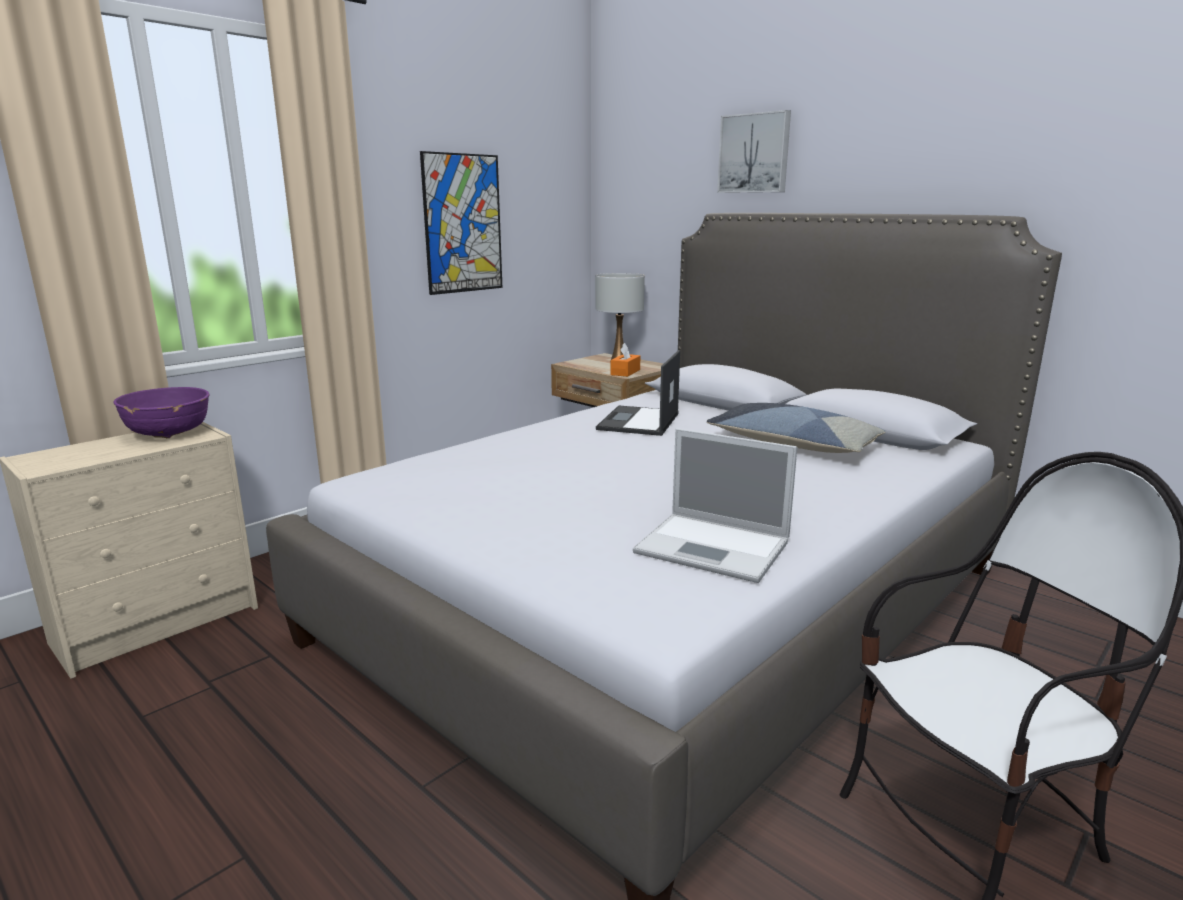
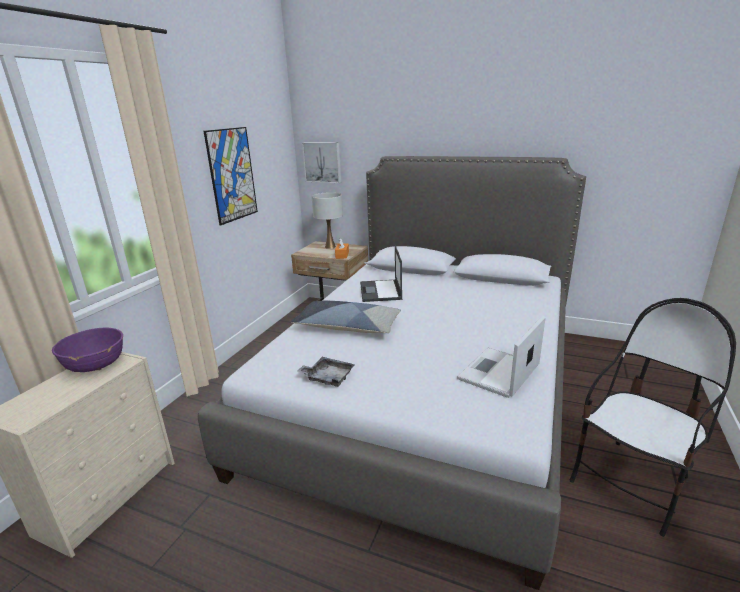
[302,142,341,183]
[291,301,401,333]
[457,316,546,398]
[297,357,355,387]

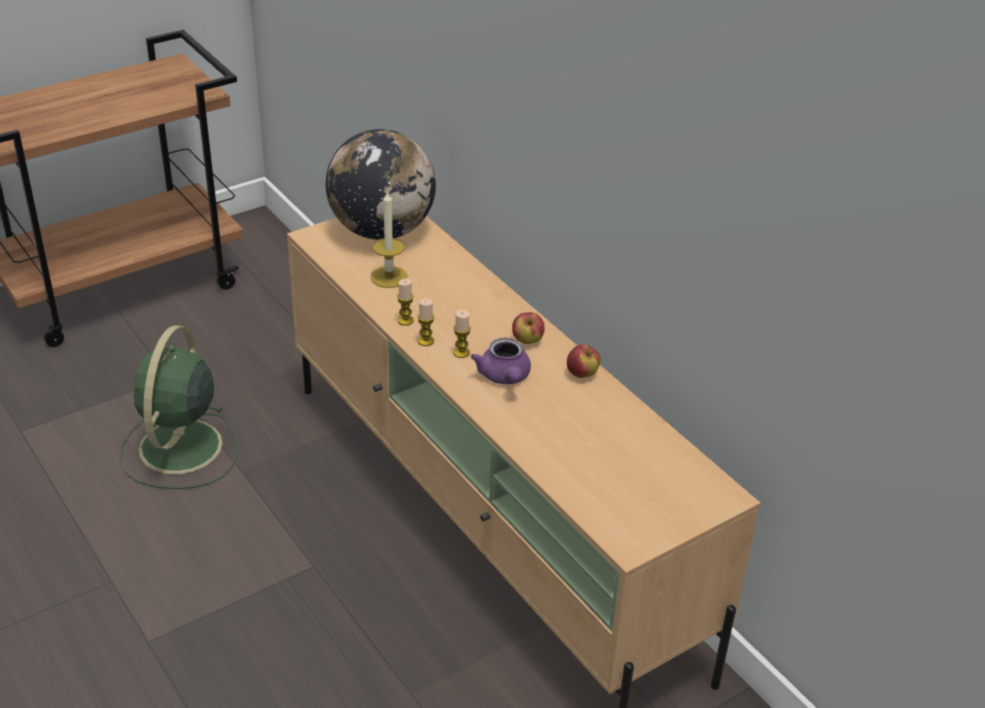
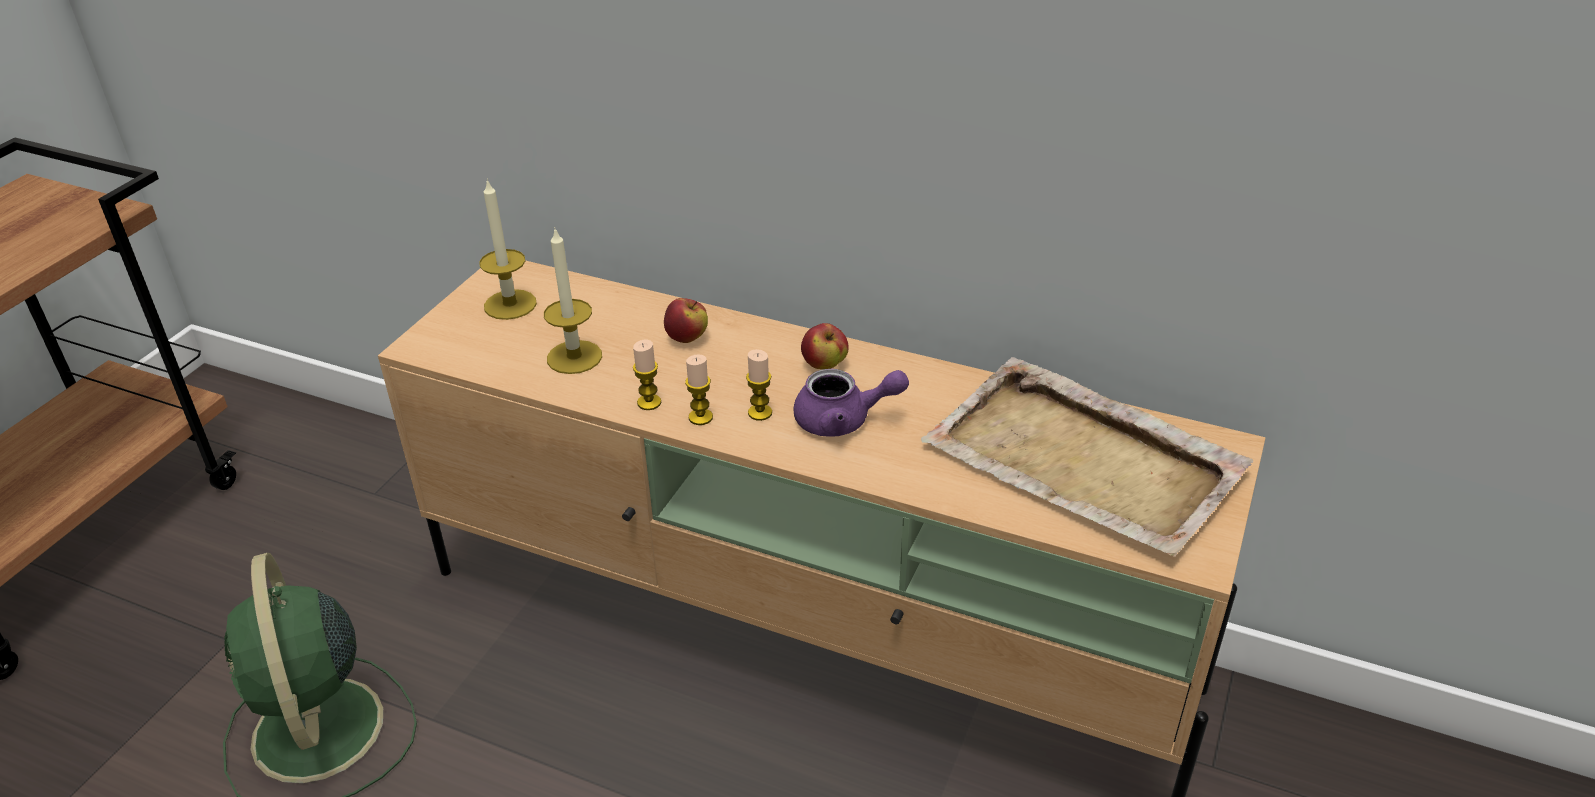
[479,179,537,320]
[793,369,909,437]
[664,298,708,343]
[921,357,1253,557]

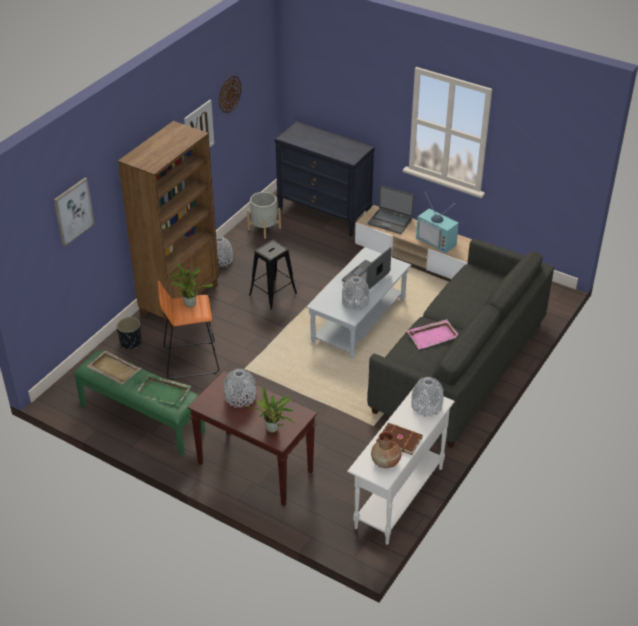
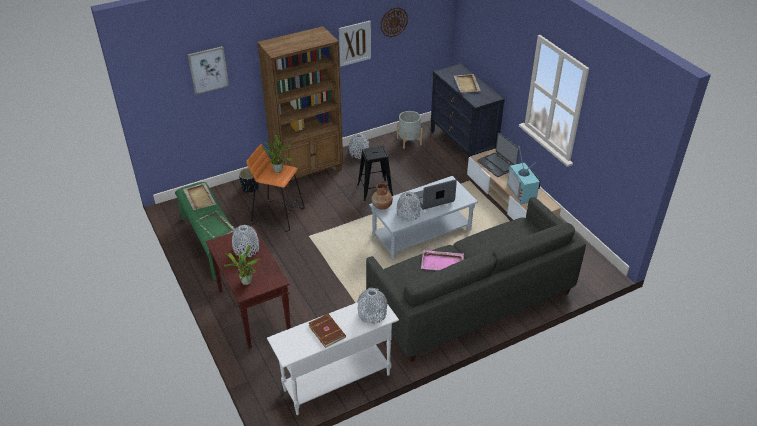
[371,183,393,210]
[454,74,481,92]

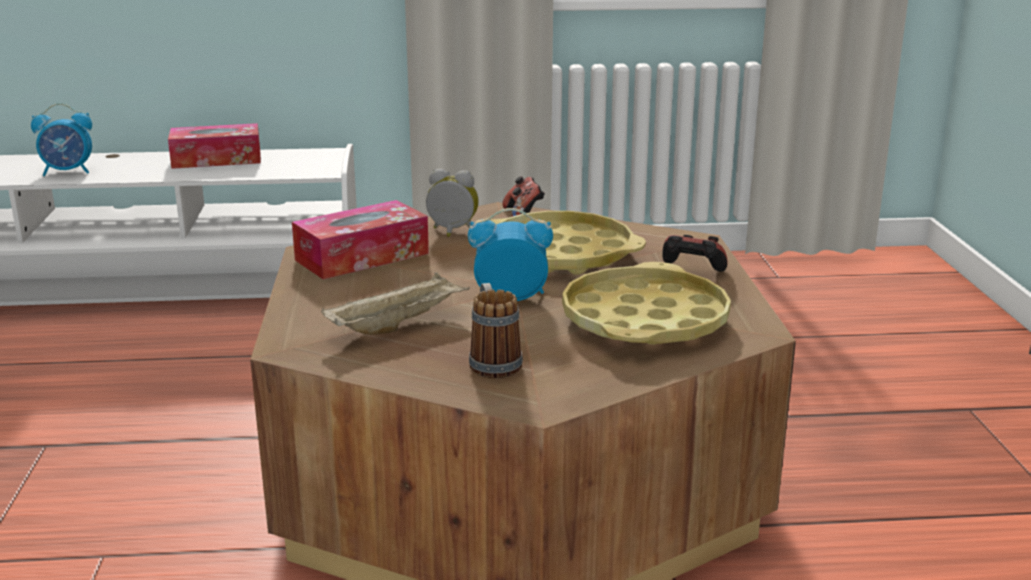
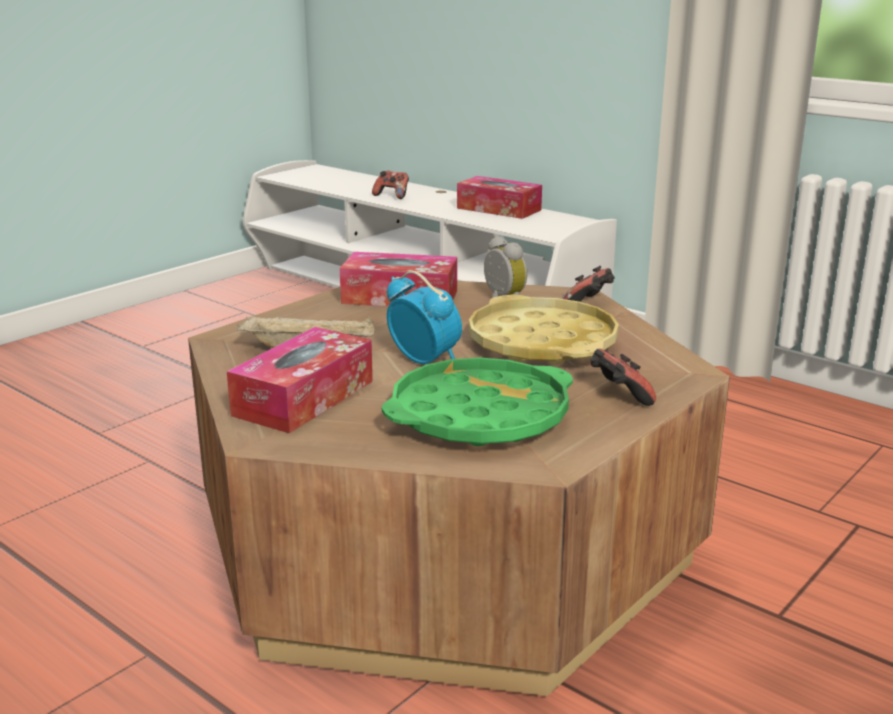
[372,171,409,199]
[382,357,573,446]
[227,327,373,434]

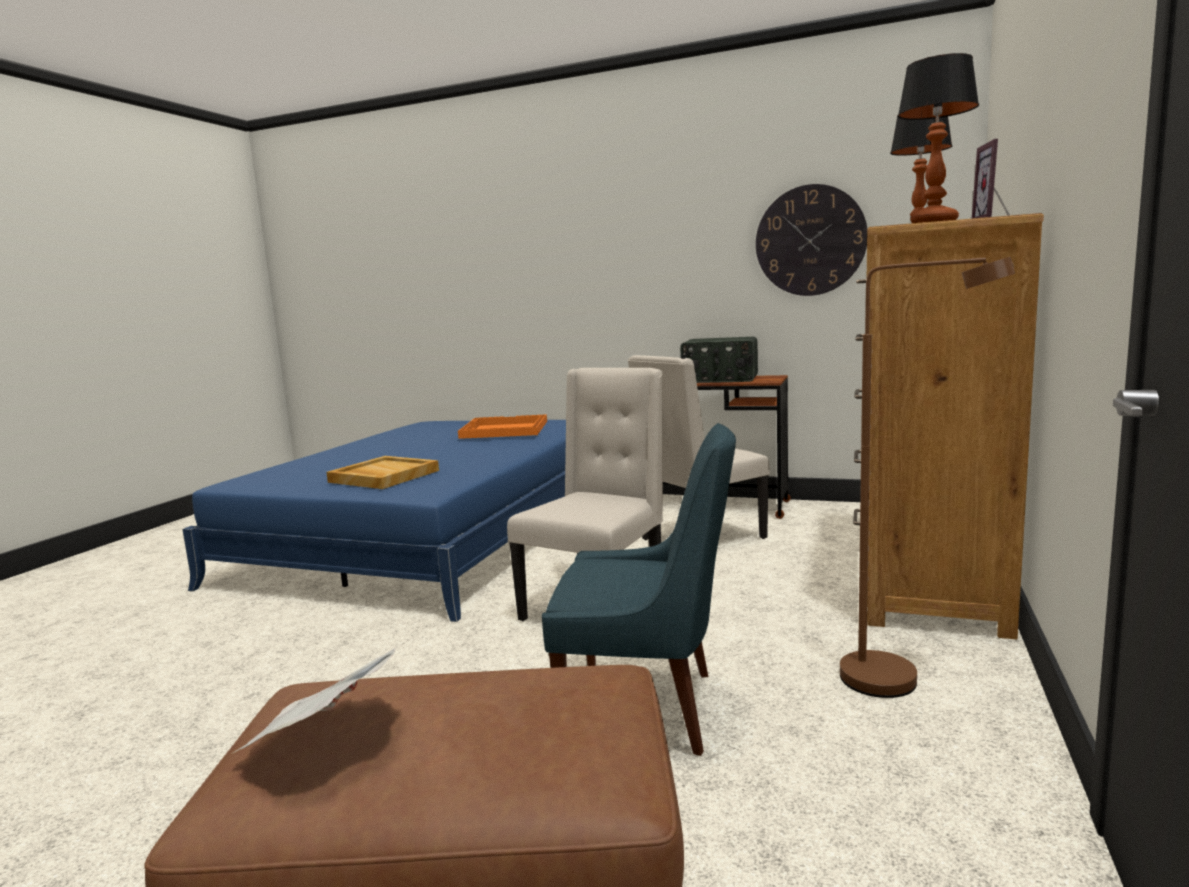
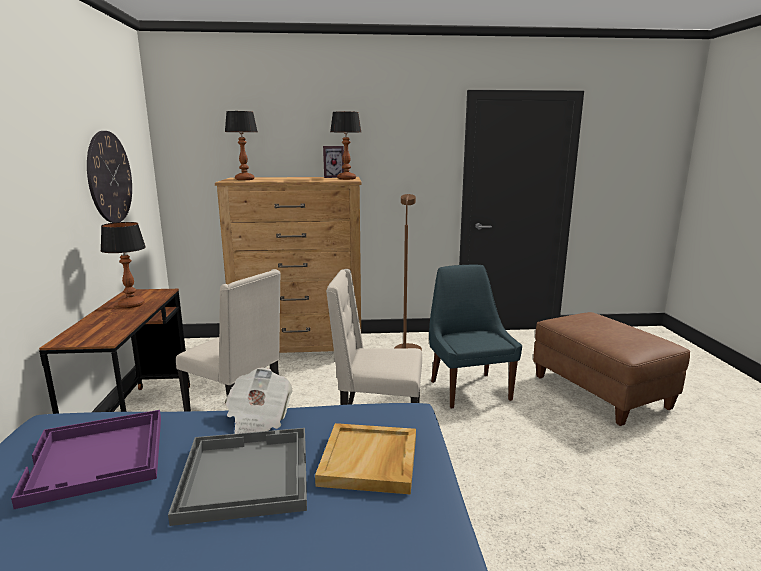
[100,222,146,308]
[11,410,161,509]
[225,368,293,434]
[168,428,307,526]

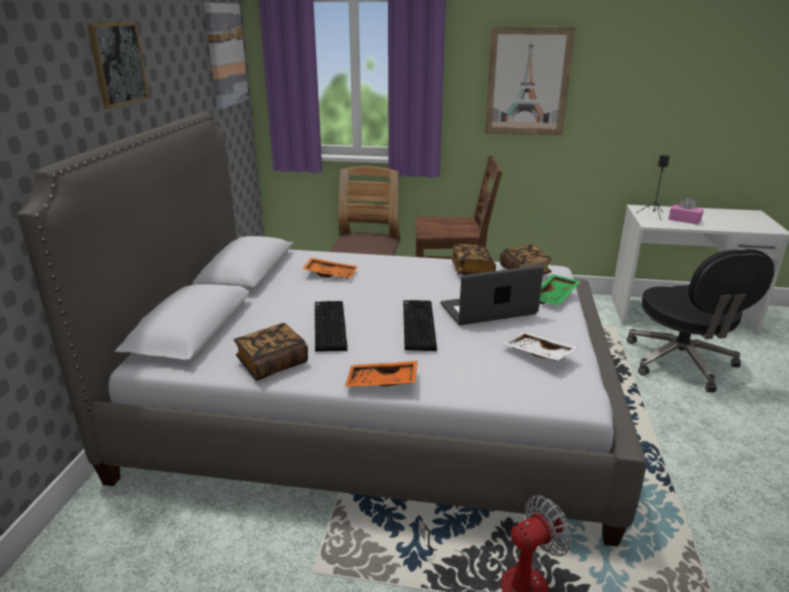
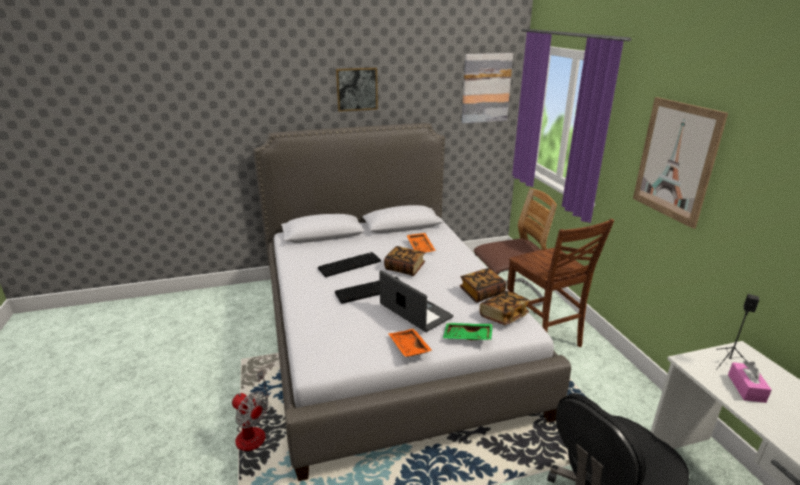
[384,246,425,276]
[503,332,579,361] (first image)
[388,329,432,357]

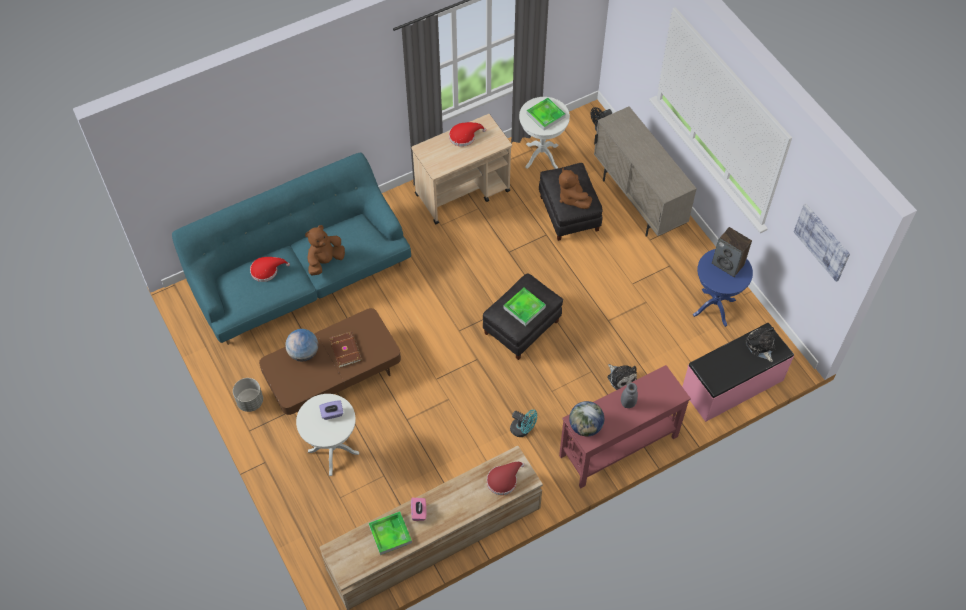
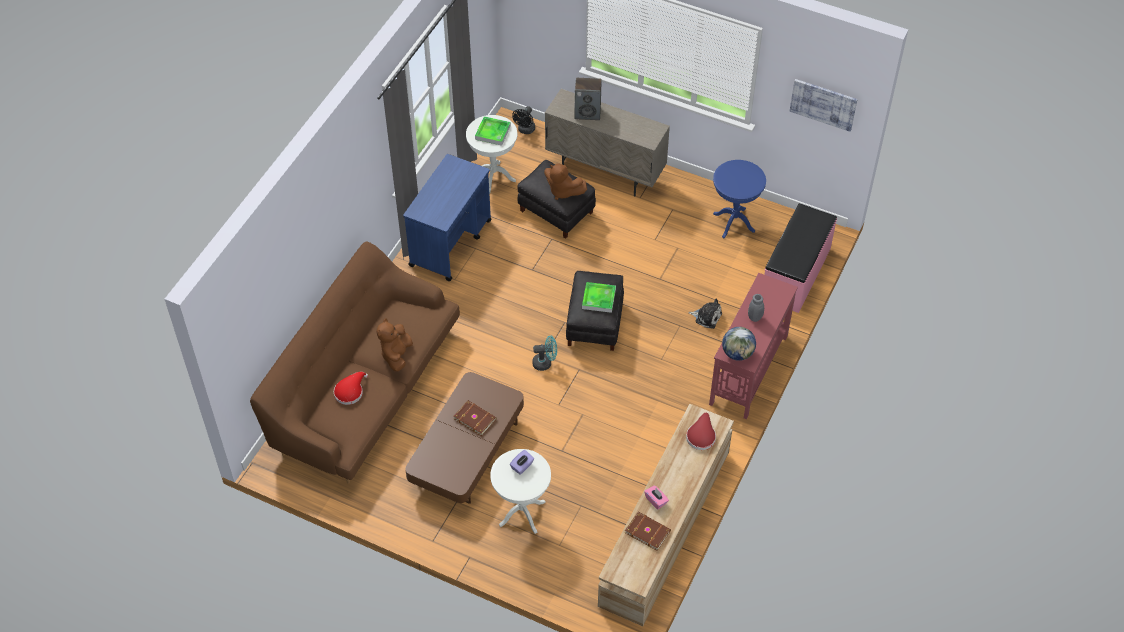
[403,154,492,281]
[449,122,486,147] (first image)
[250,242,460,484]
[575,78,602,120]
[746,327,776,362] (first image)
[285,329,318,361] (first image)
[233,378,263,412] (first image)
[532,335,557,371]
[625,512,671,551]

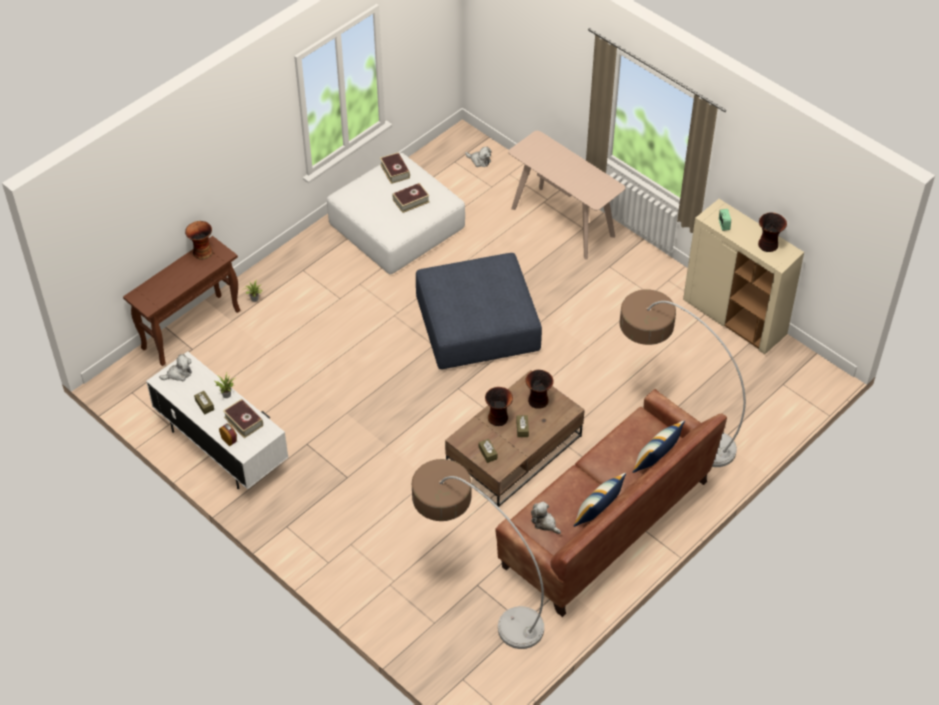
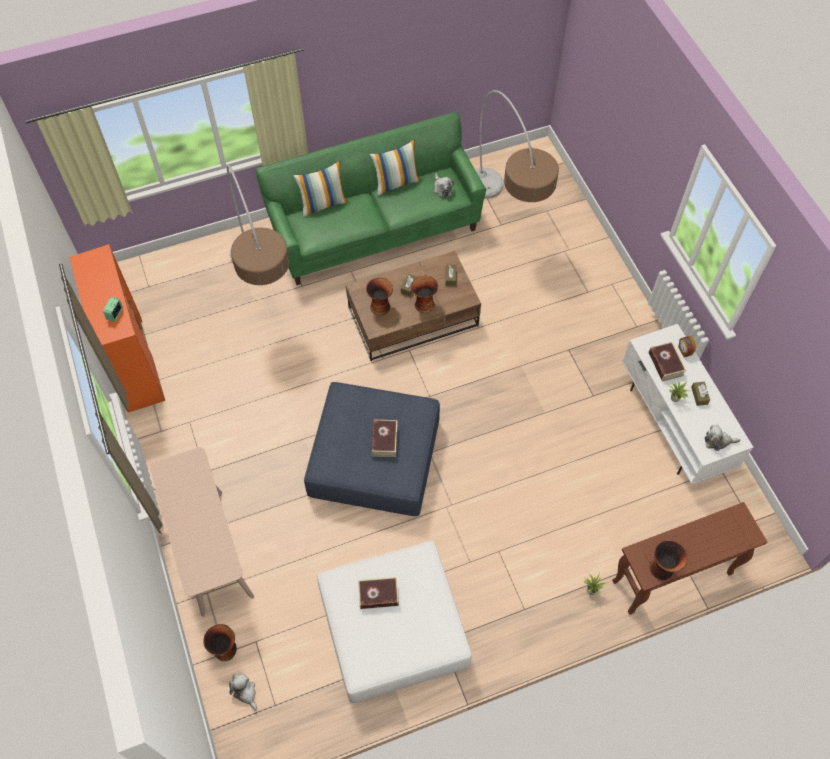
[371,419,398,457]
[69,244,165,413]
[203,624,237,661]
[256,112,486,285]

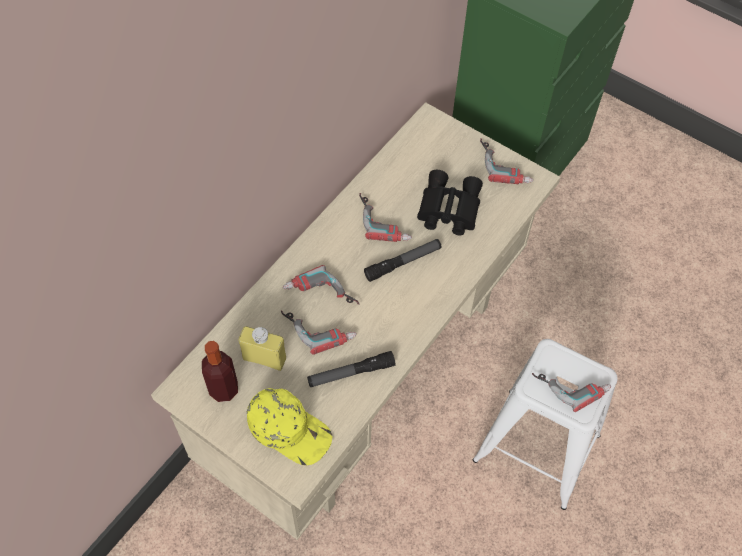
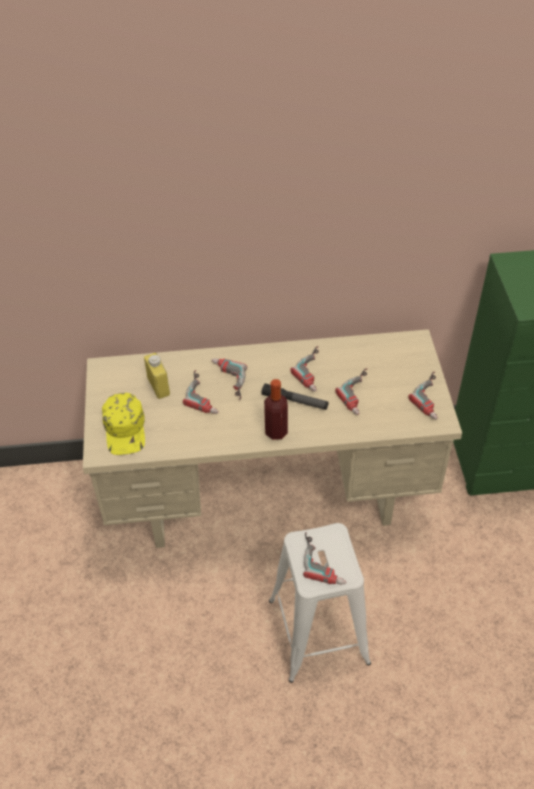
[335,368,367,415]
[264,379,288,440]
[307,351,395,387] (first image)

